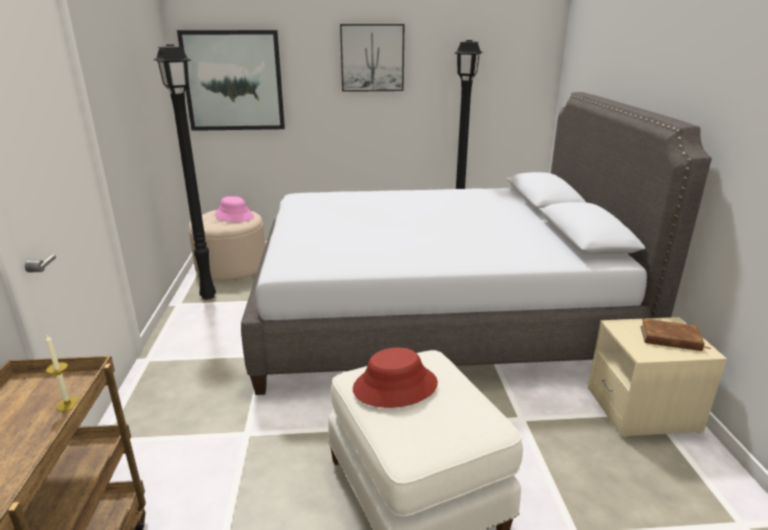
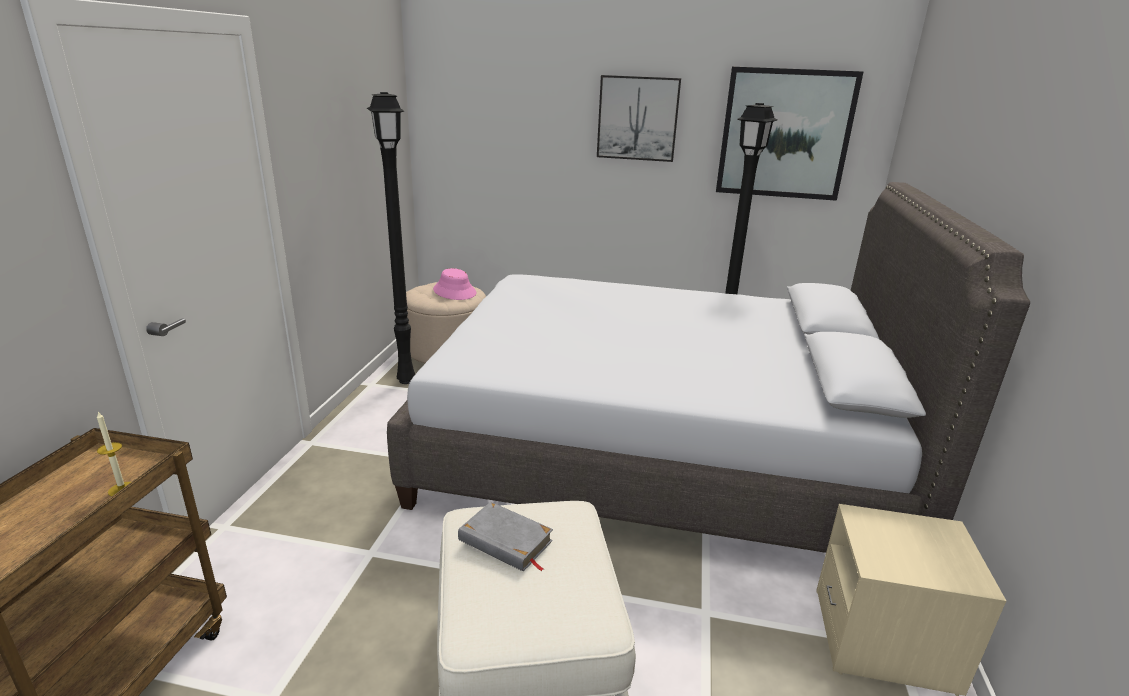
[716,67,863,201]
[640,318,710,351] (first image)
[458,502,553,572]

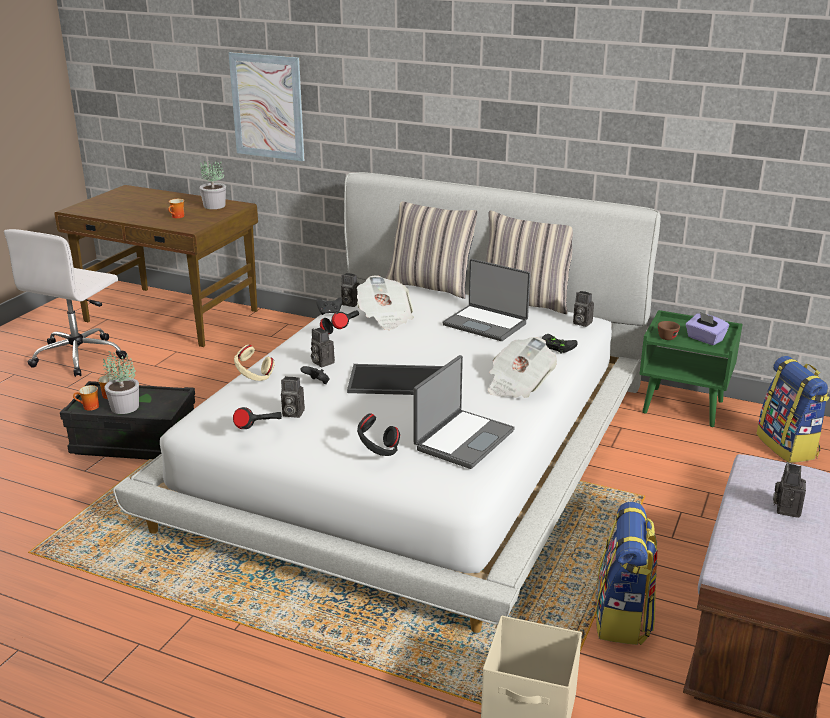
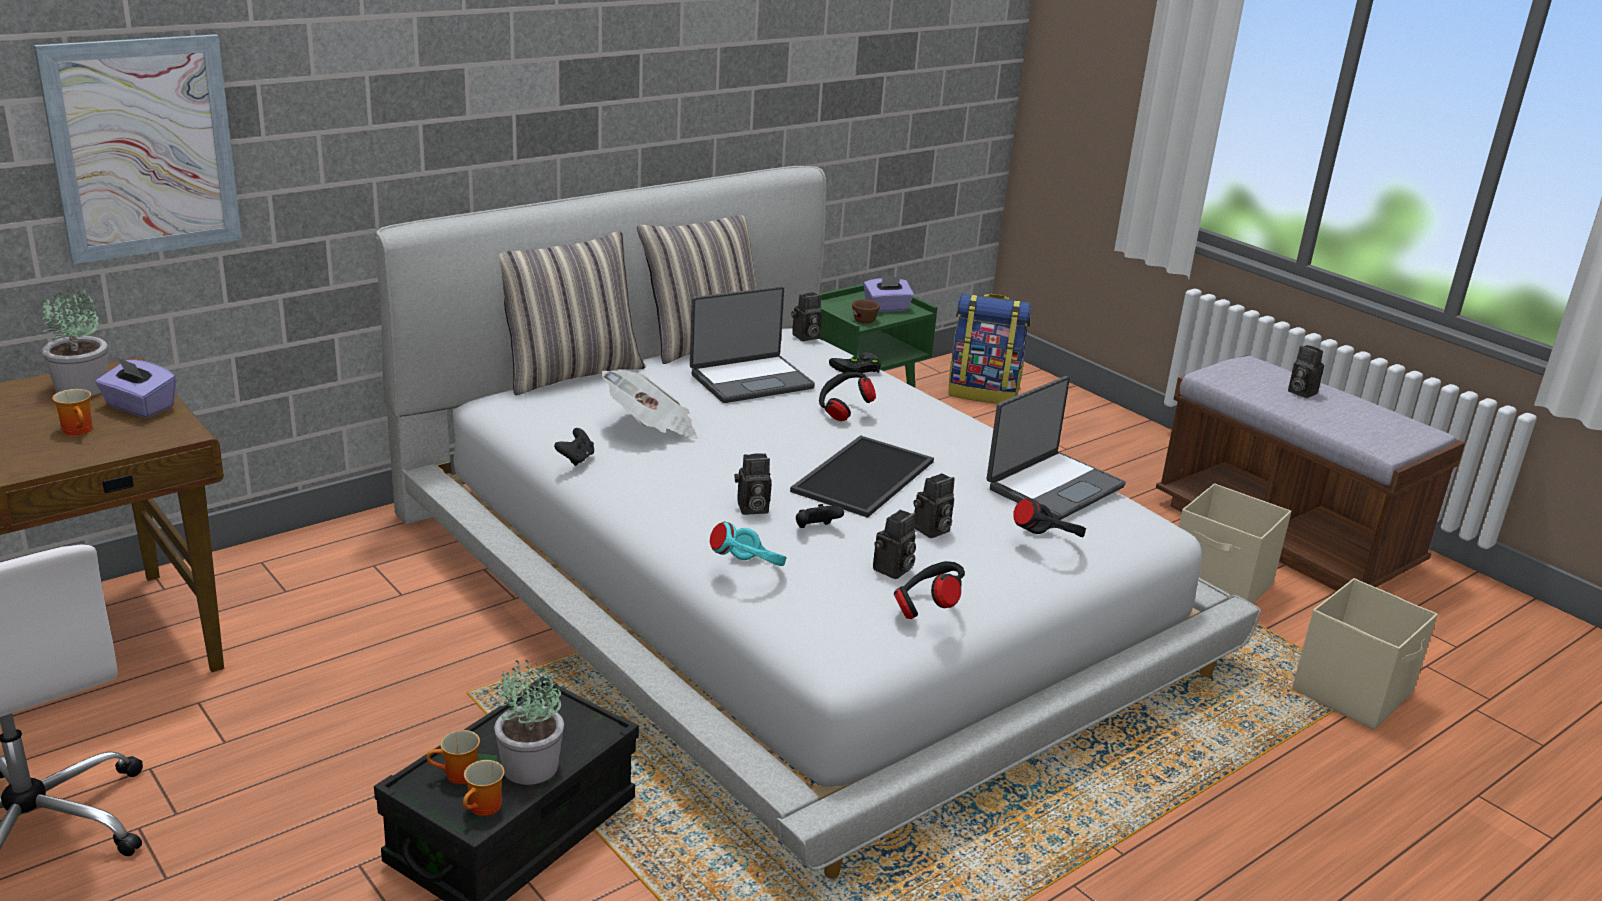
[914,473,954,538]
[819,372,876,421]
[488,337,557,398] (first image)
[710,522,787,566]
[987,376,1126,520]
[1179,484,1291,604]
[96,357,176,418]

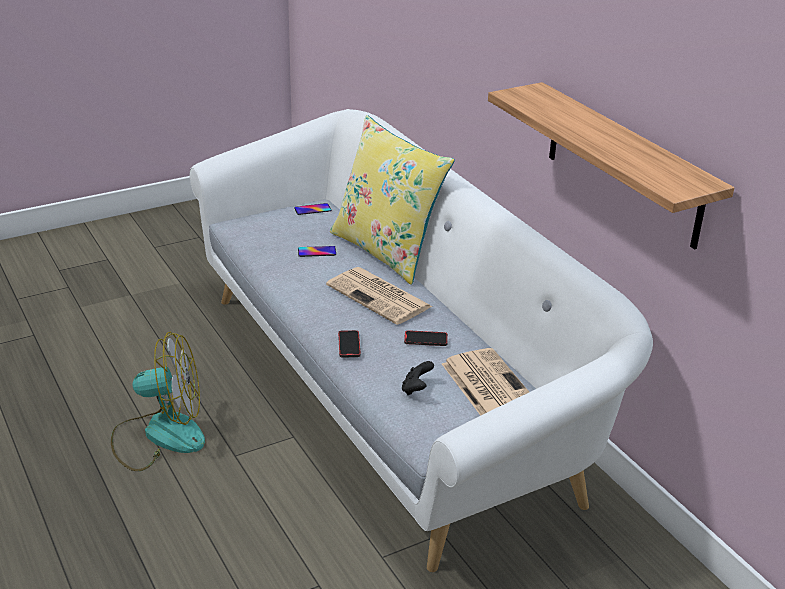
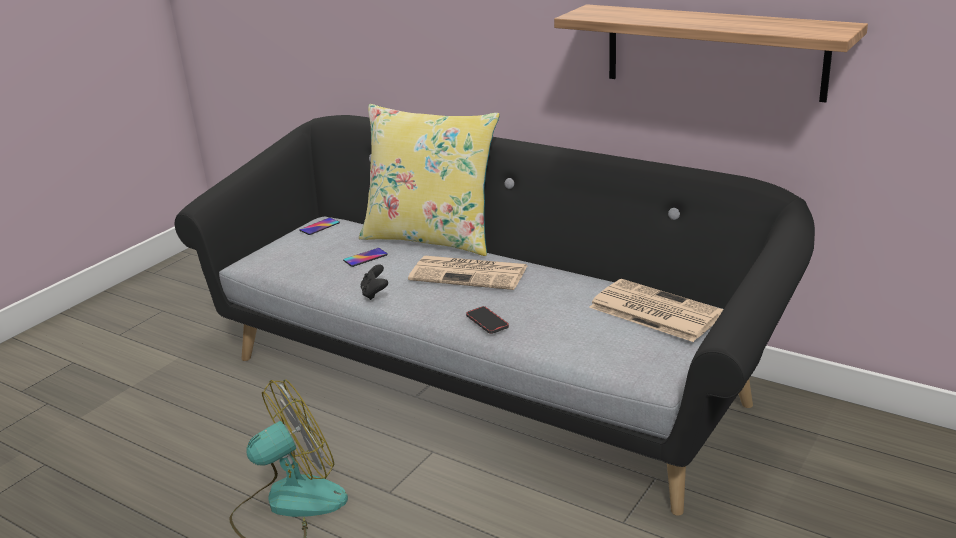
[175,115,815,516]
[404,330,448,346] (first image)
[361,264,388,300]

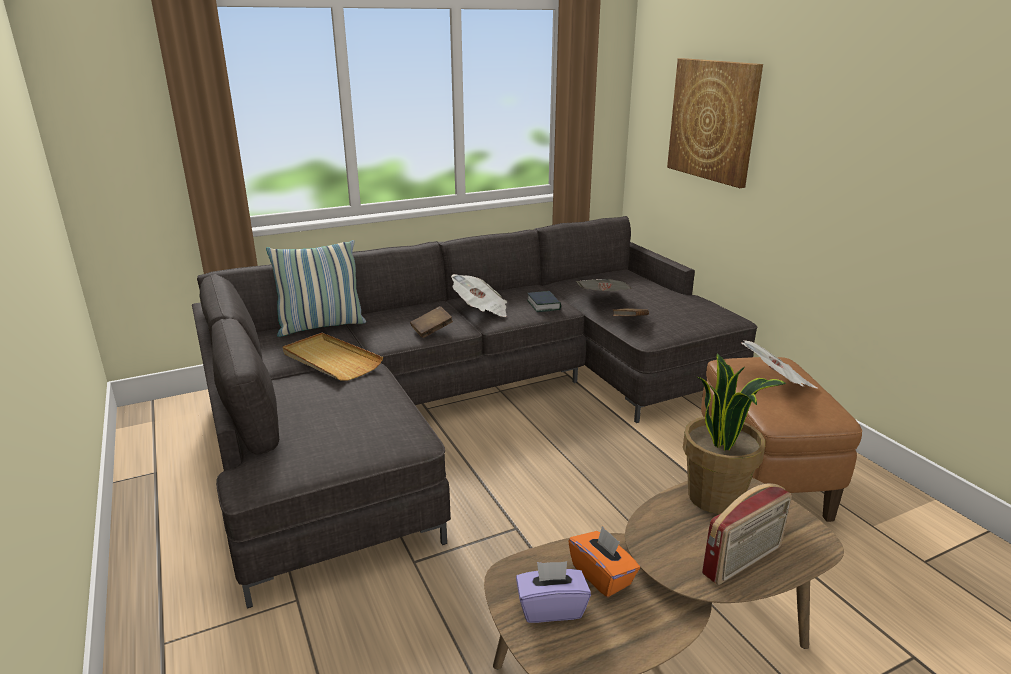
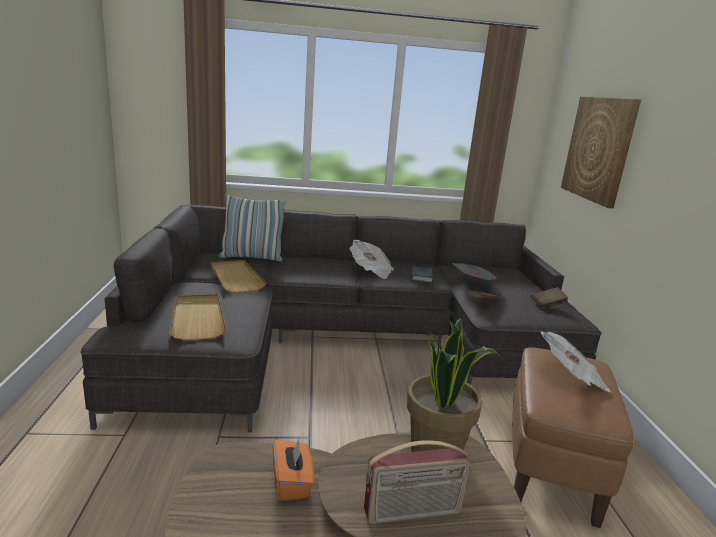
[531,287,568,309]
[516,561,591,623] (first image)
[169,294,227,340]

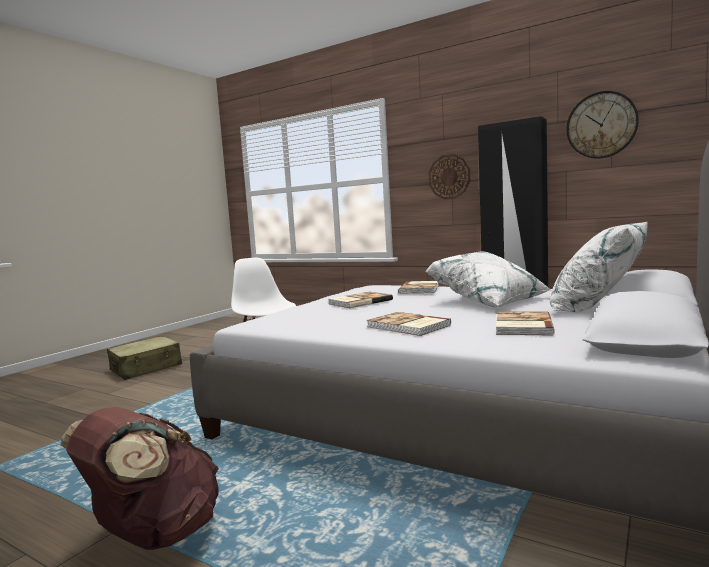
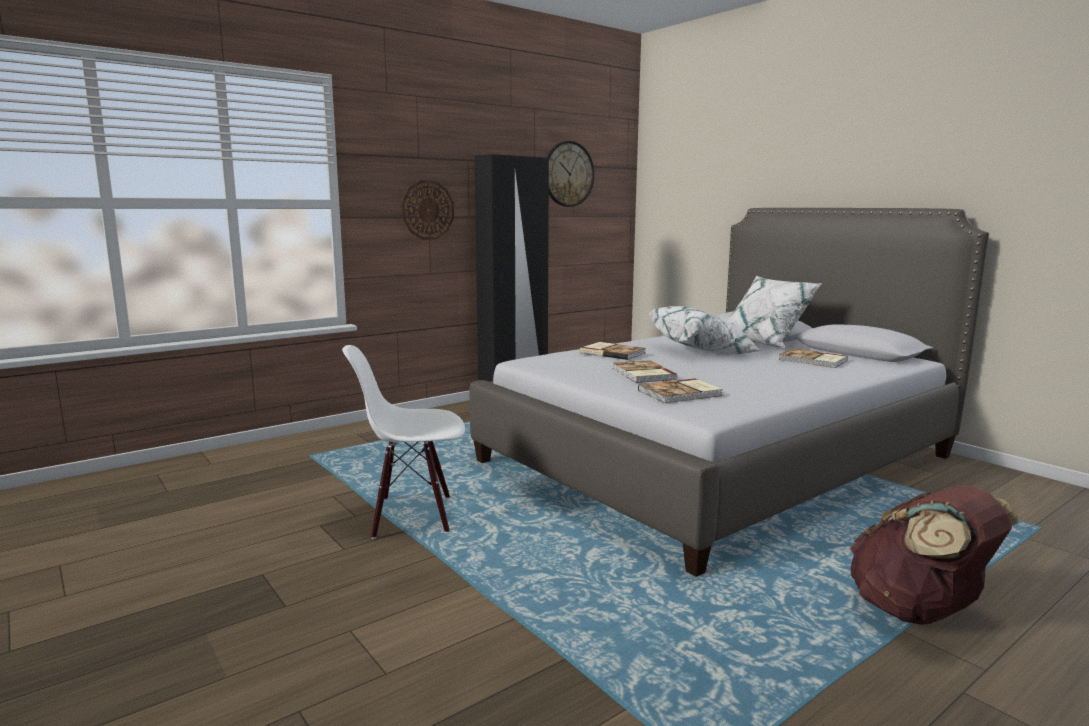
[638,378,723,403]
[107,336,182,380] (first image)

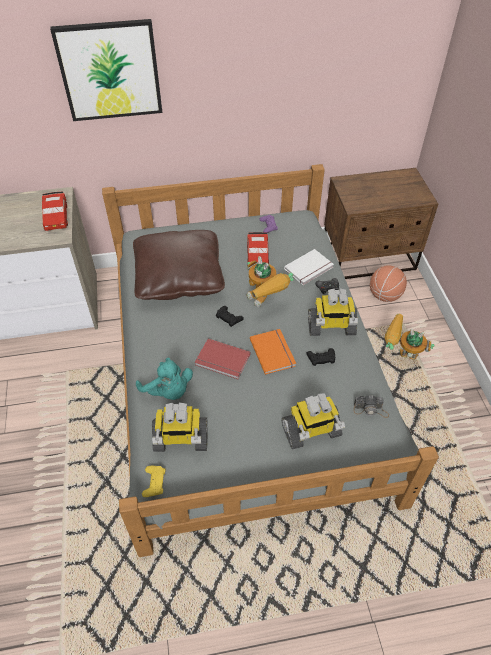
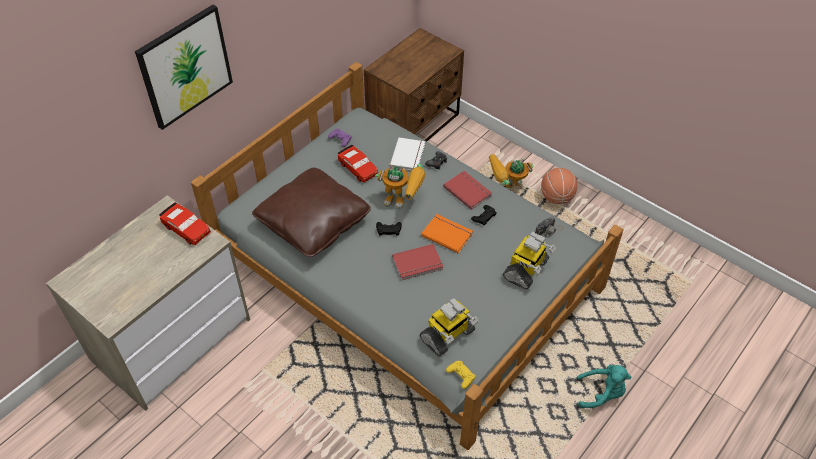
[541,168,577,204]
[443,171,492,210]
[577,365,631,408]

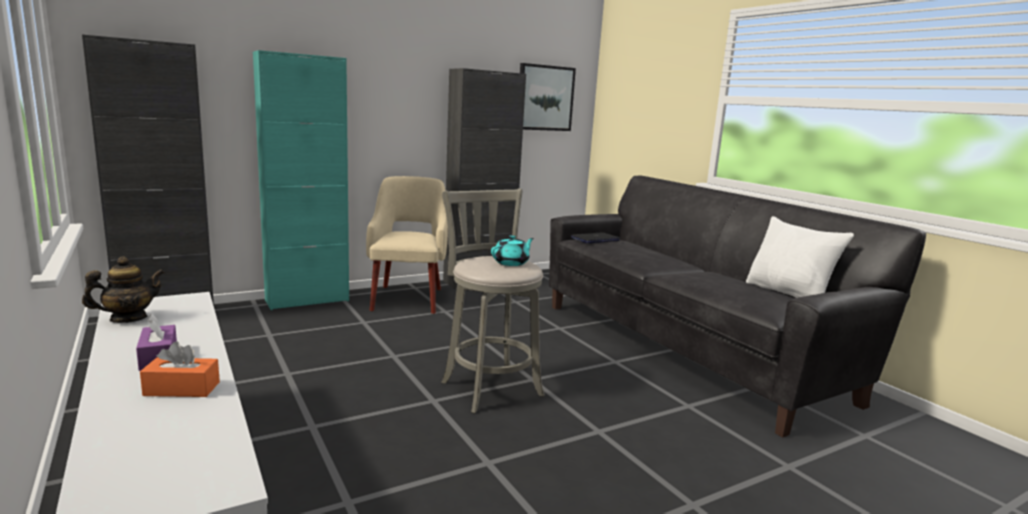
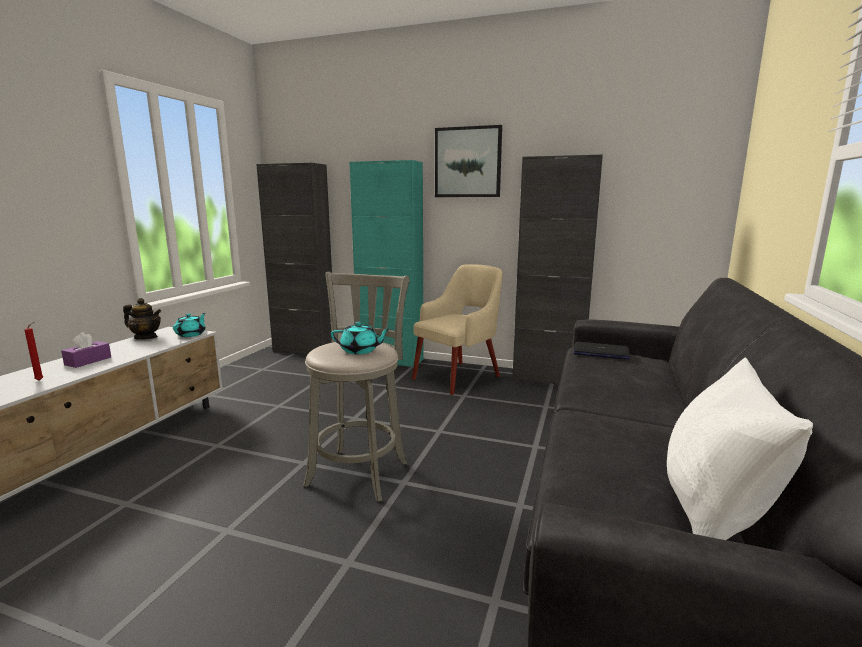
[435,125,502,197]
[24,322,43,381]
[173,313,206,337]

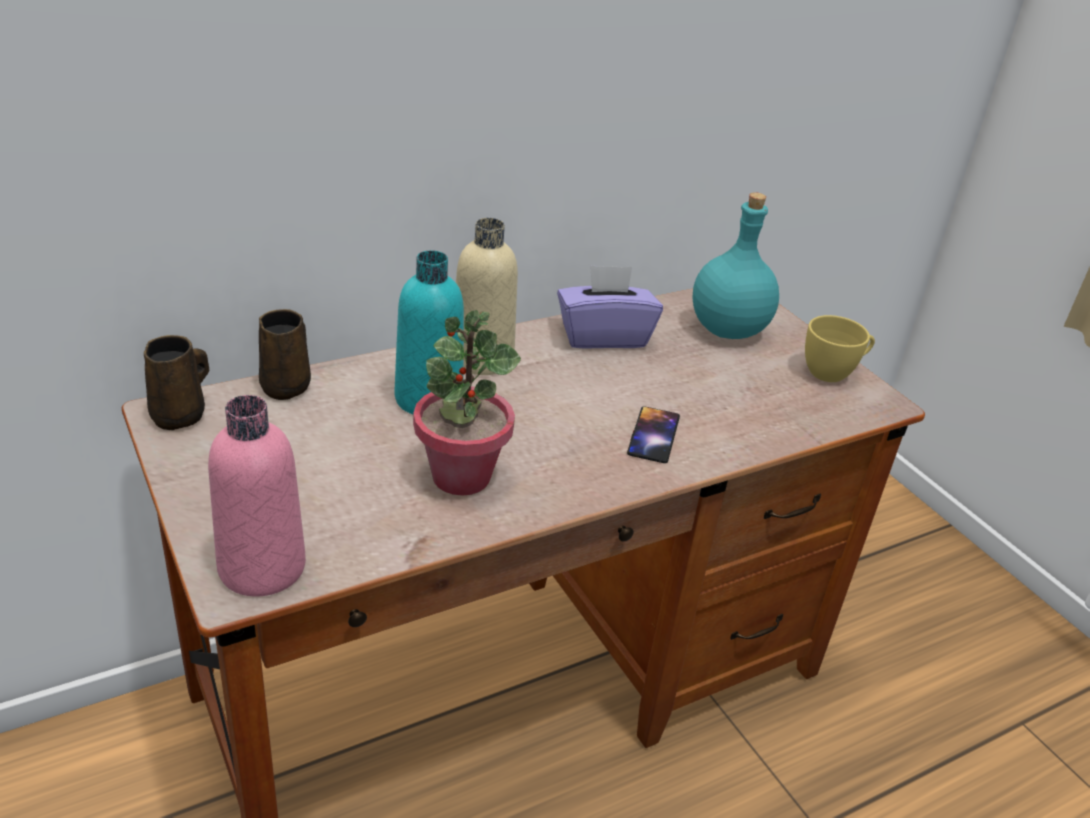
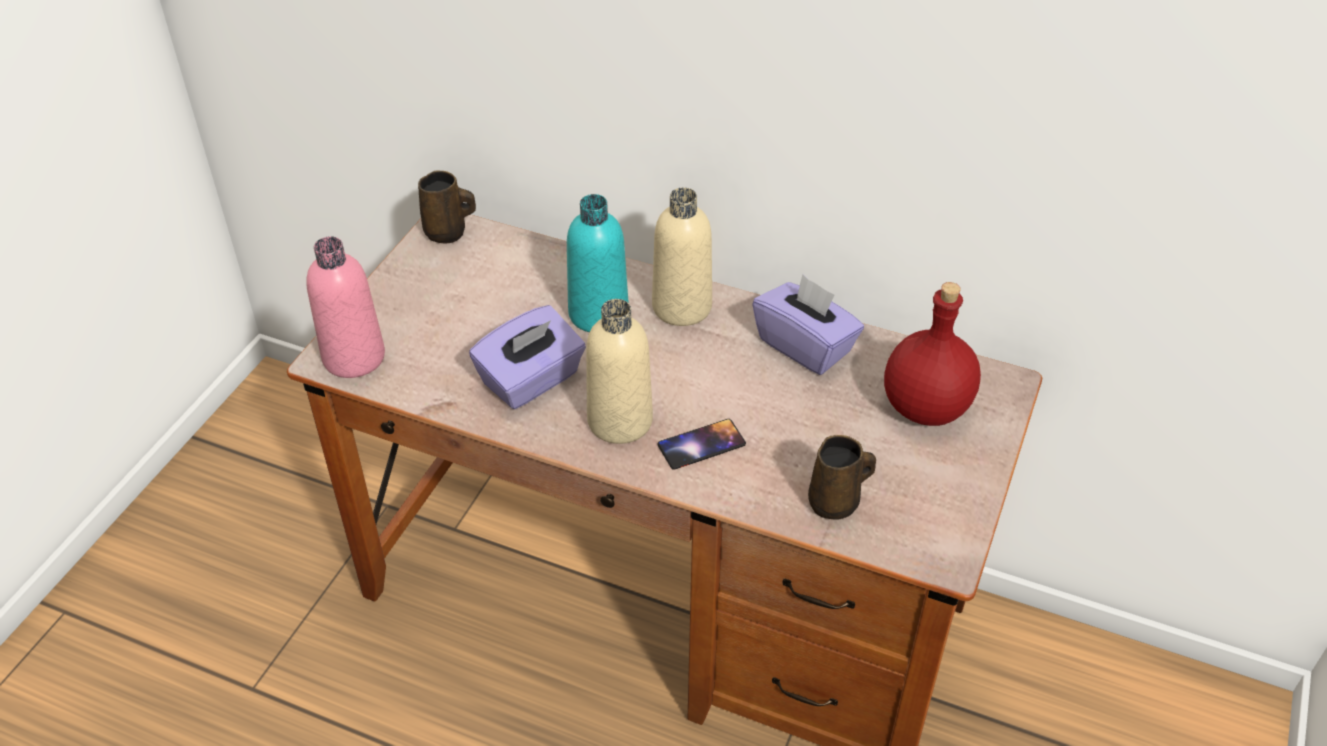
[884,282,981,426]
[808,435,876,520]
[469,305,586,409]
[805,315,875,382] (first image)
[586,299,653,444]

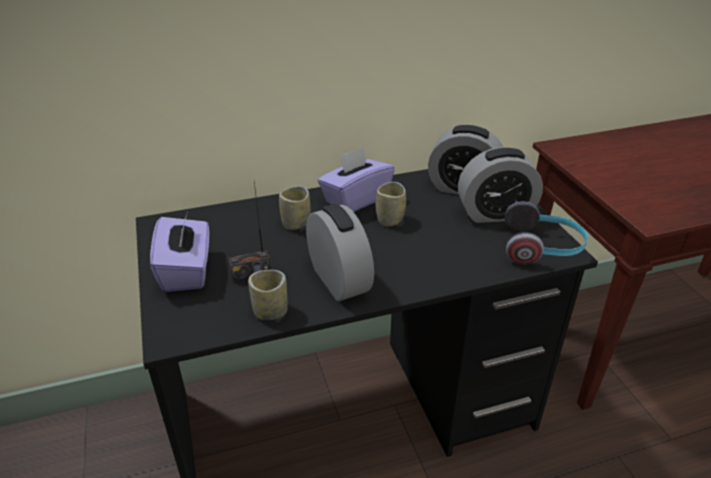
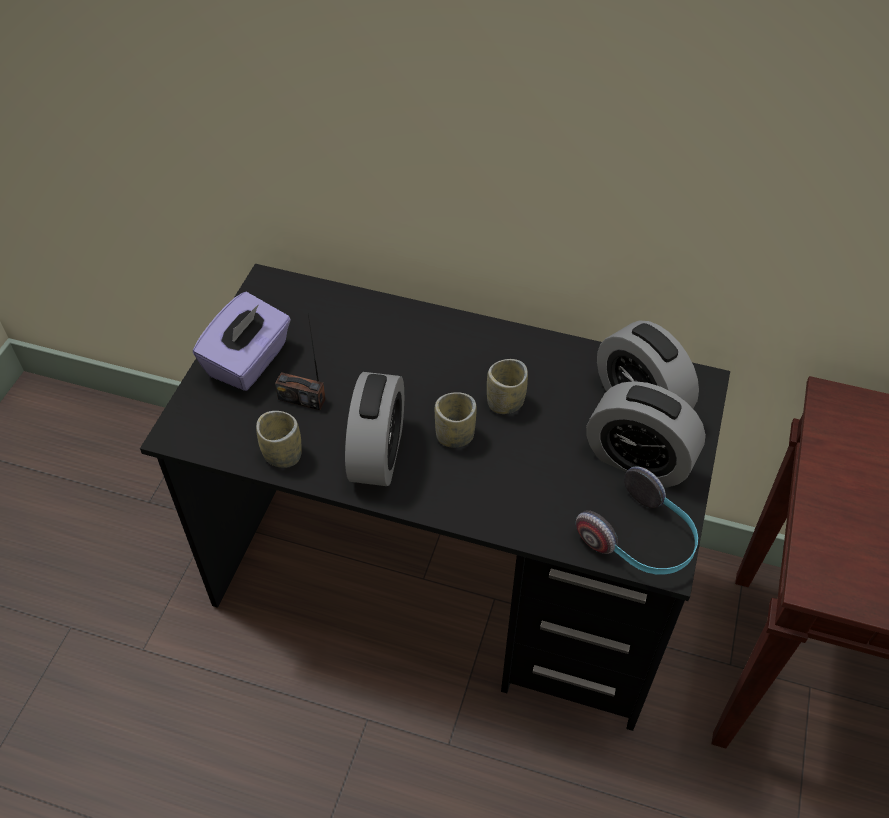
[318,147,395,212] (first image)
[435,392,477,447]

